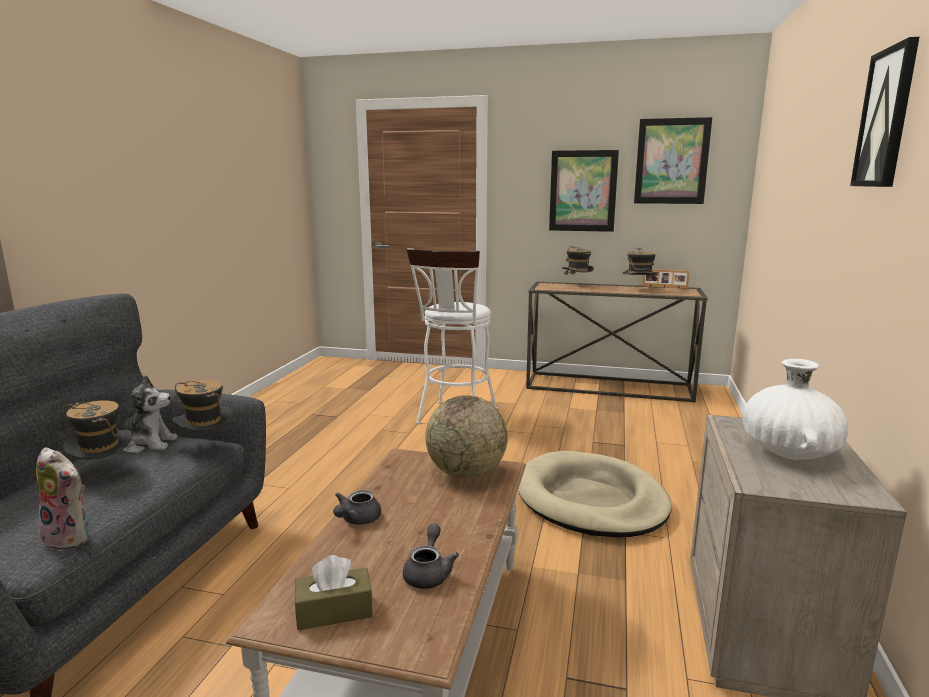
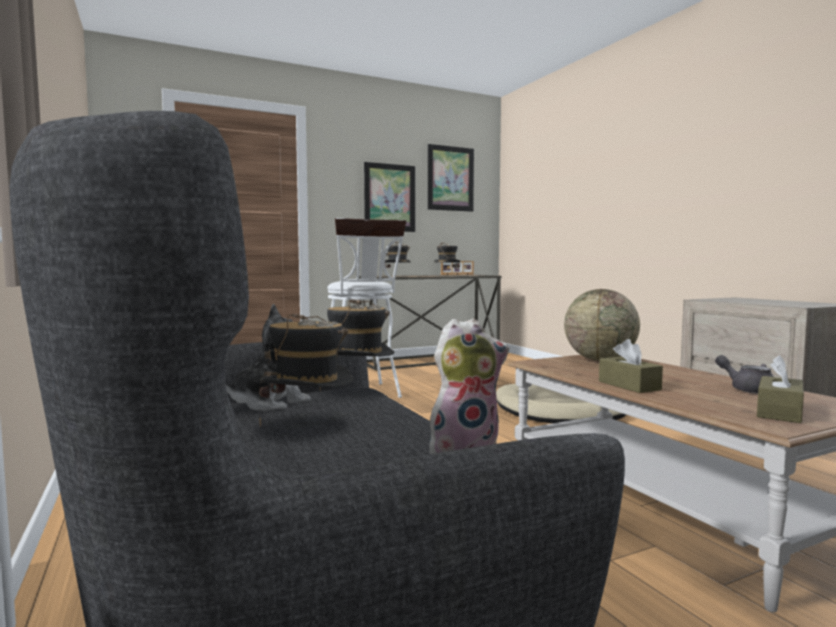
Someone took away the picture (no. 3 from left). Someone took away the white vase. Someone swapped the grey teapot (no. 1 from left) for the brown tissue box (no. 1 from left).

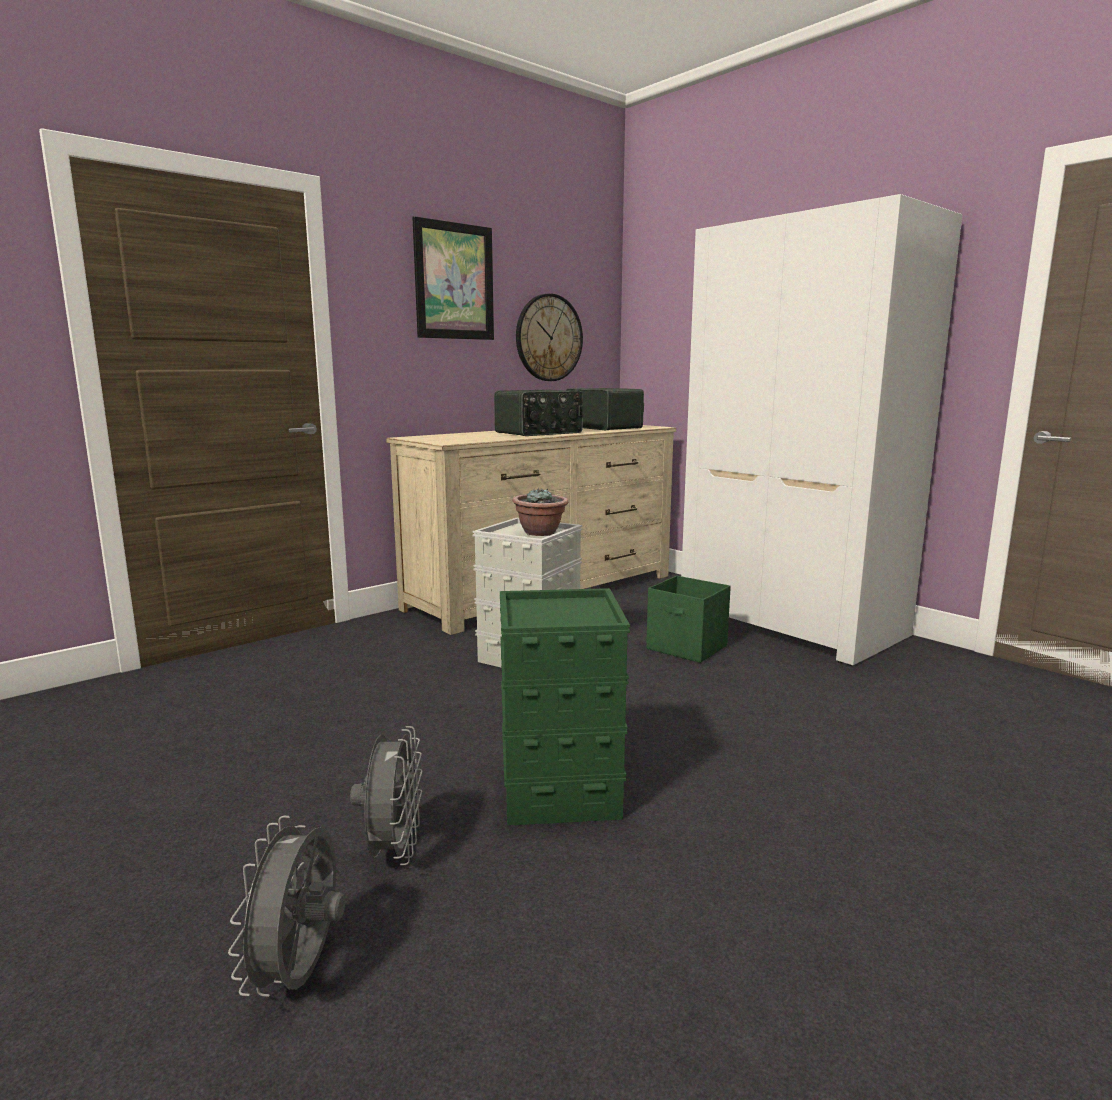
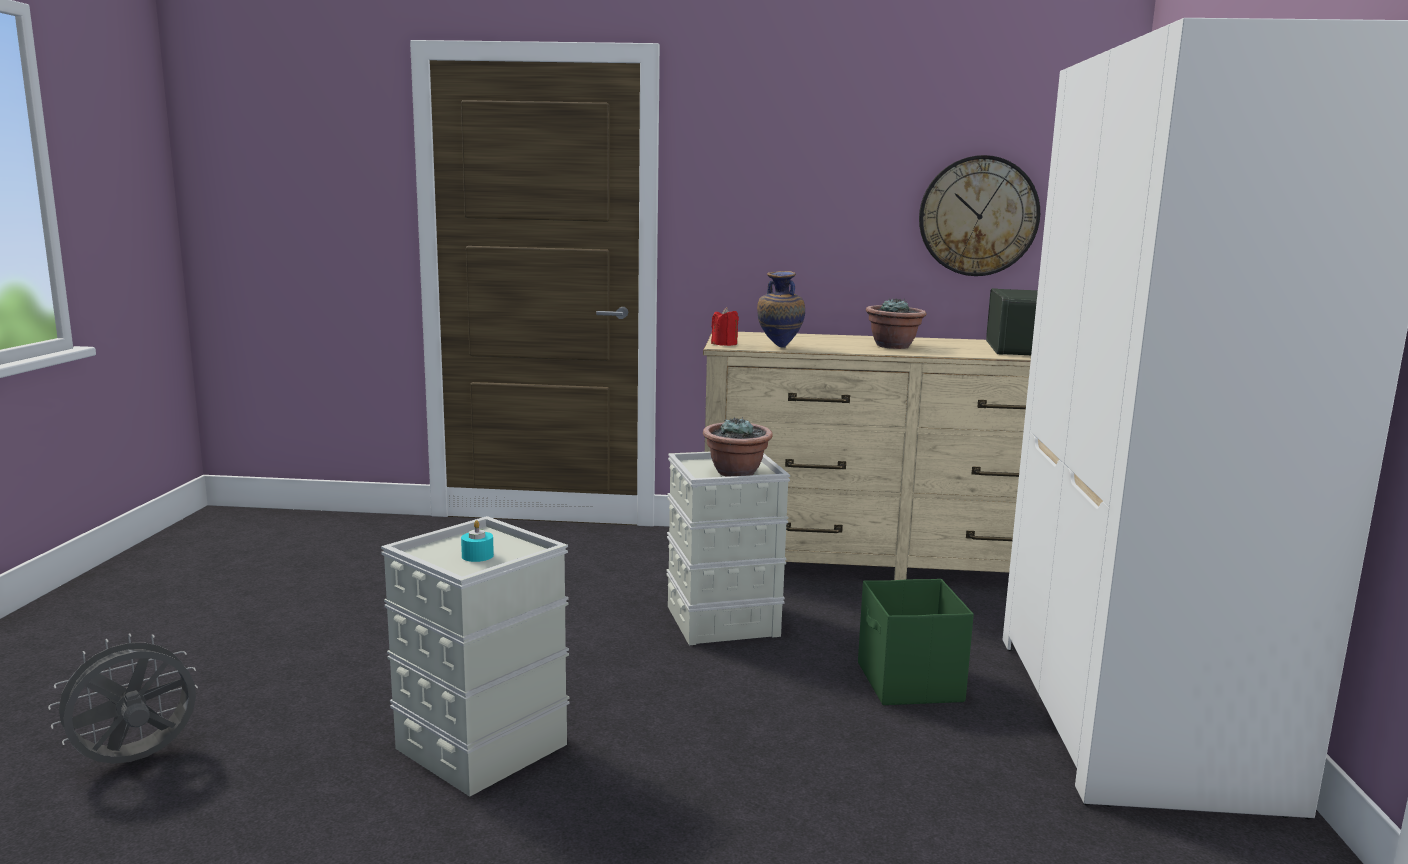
Someone took away the picture. Someone swapped the radio (no. 1 from left) for the potted plant (no. 2 from left). Someone repainted the green storage box (no. 1 from left), which became the grey storage box (no. 1 from left). Someone took away the grey fan (no. 2 from left). Someone put down the vase. Someone put down the red candle. Someone put down the turquoise candle.

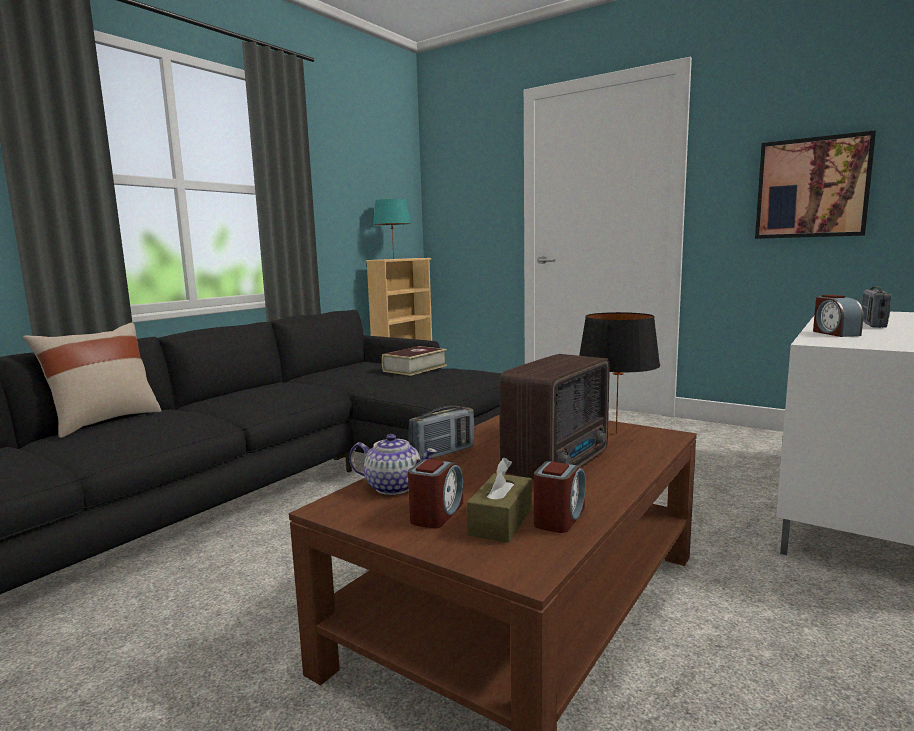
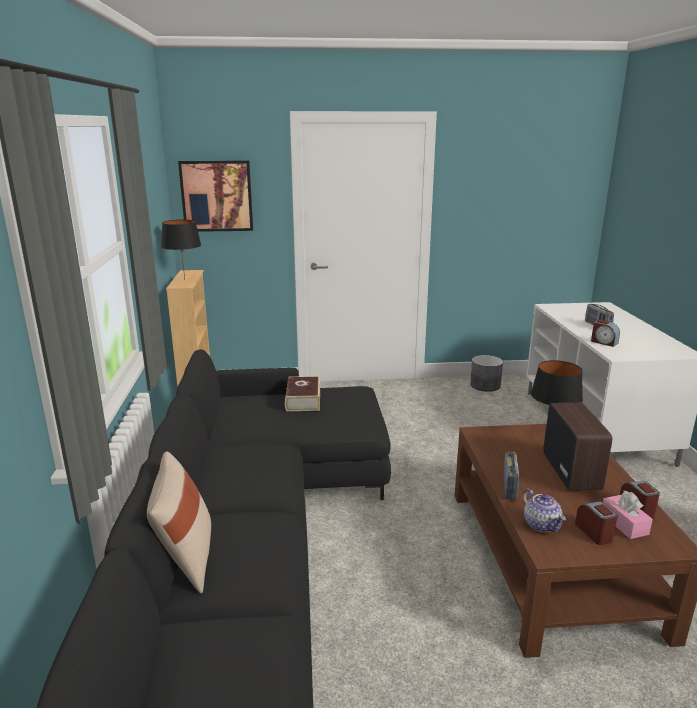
Someone carried the picture. Someone repainted the turquoise table lamp, which became the black table lamp (no. 1 from left). Someone rotated the teapot by 90 degrees clockwise. Someone repainted the brown tissue box, which became the pink tissue box. Someone put down the grey planter.

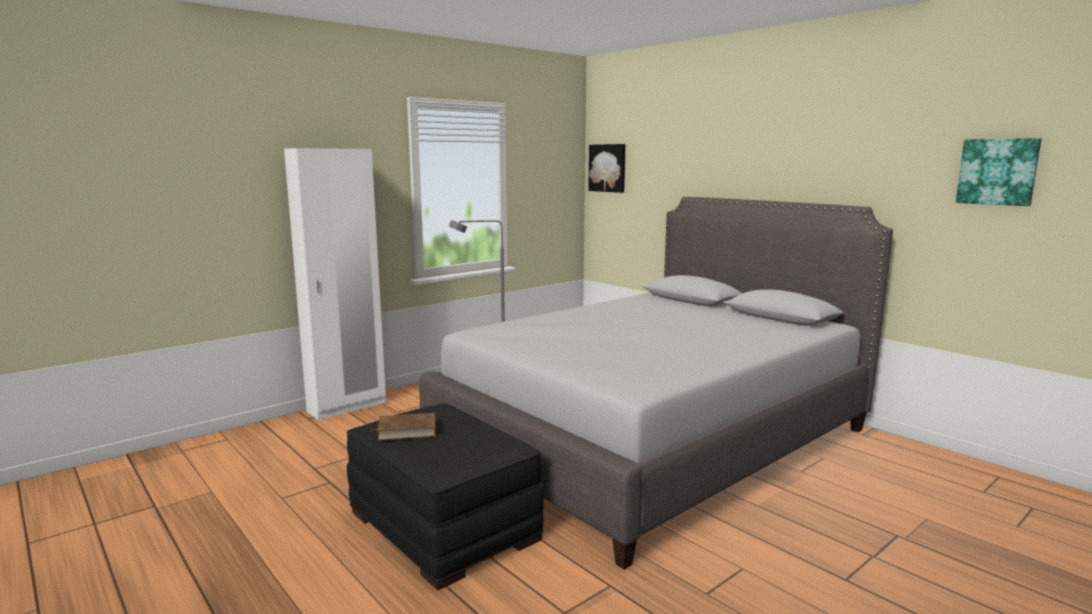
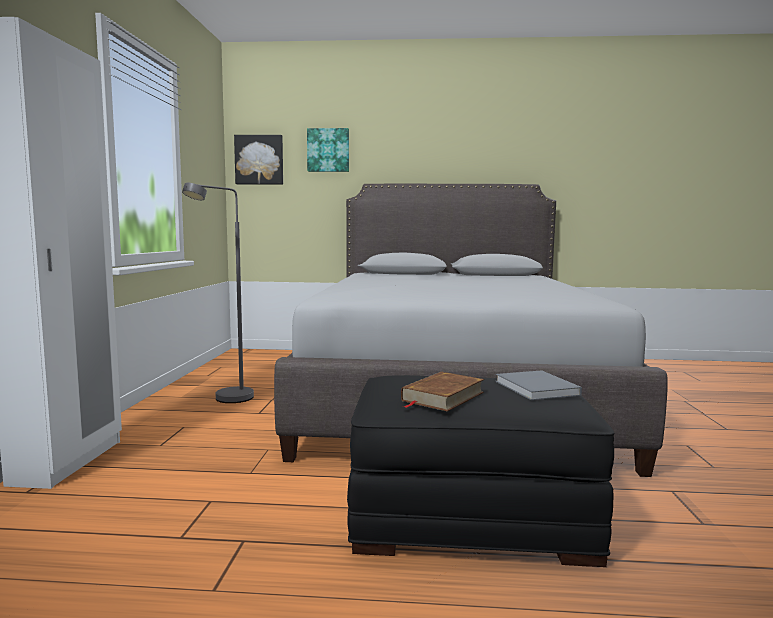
Someone carried the picture (no. 2 from left). Someone put down the grey book.

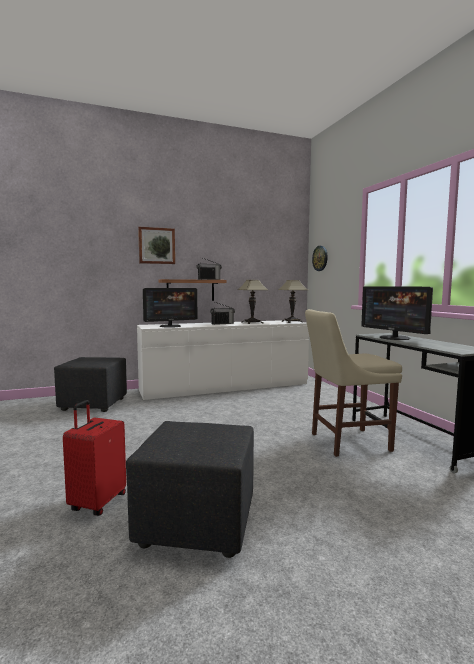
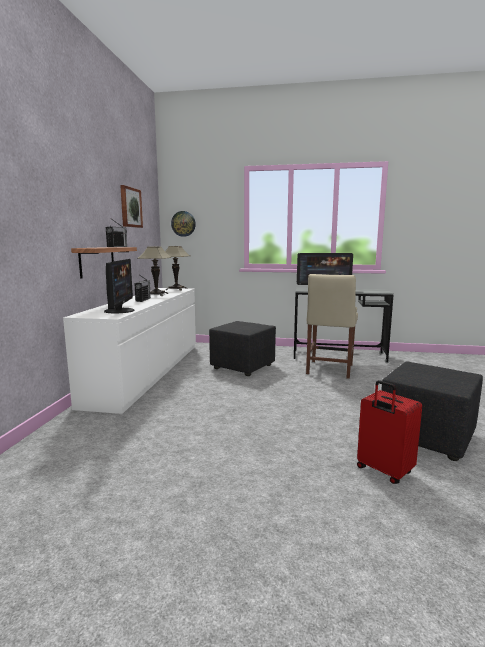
Someone carried the picture. Someone carried the black ottoman (no. 1 from left).

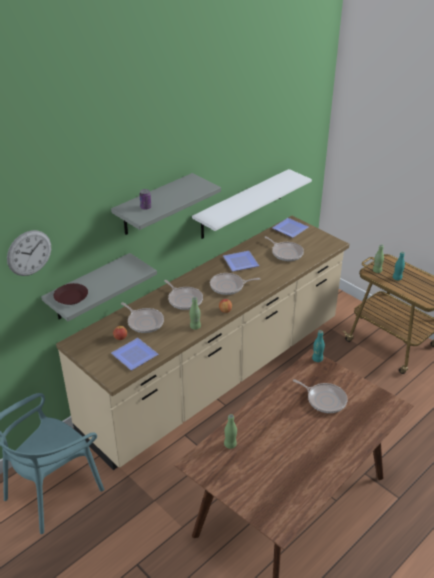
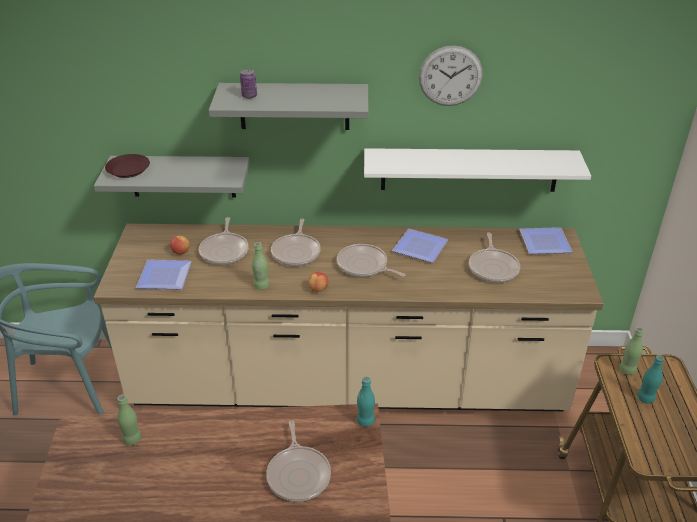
Someone carried the wall clock.

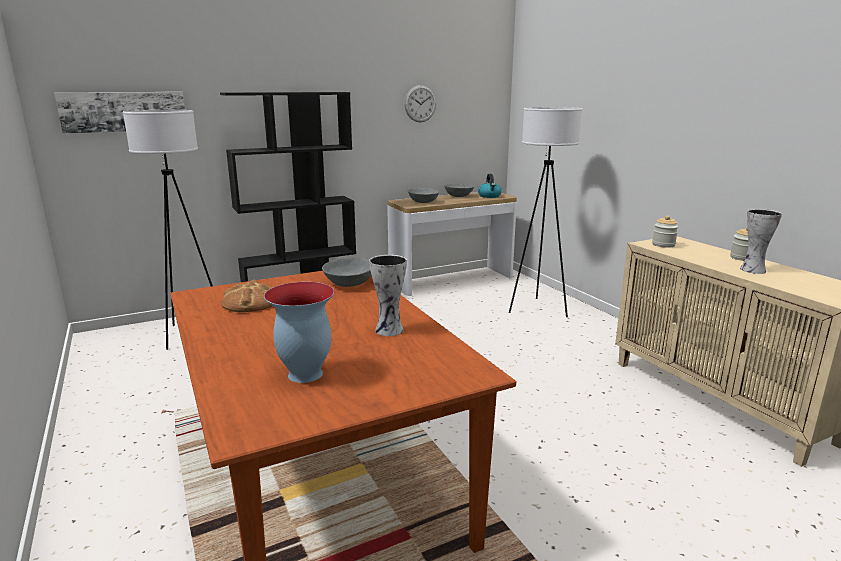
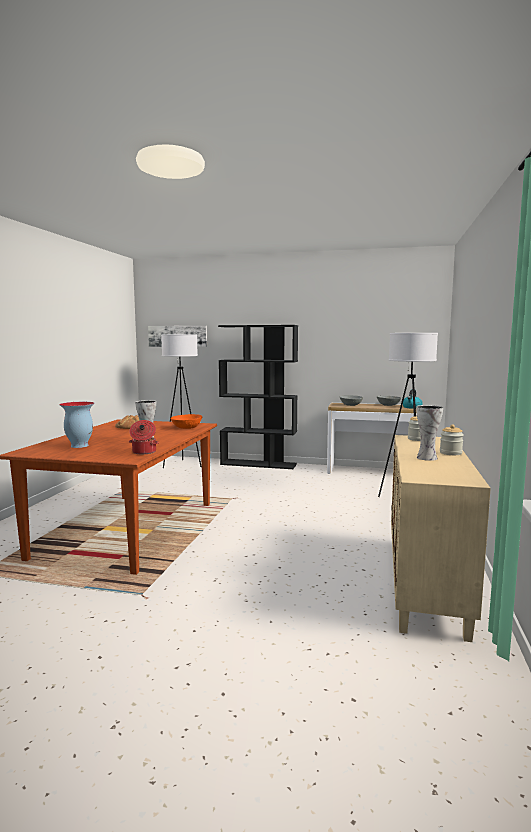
Someone took away the wall clock. Someone repainted the grey bowl (no. 1 from left), which became the orange bowl. Someone put down the cooking pot.

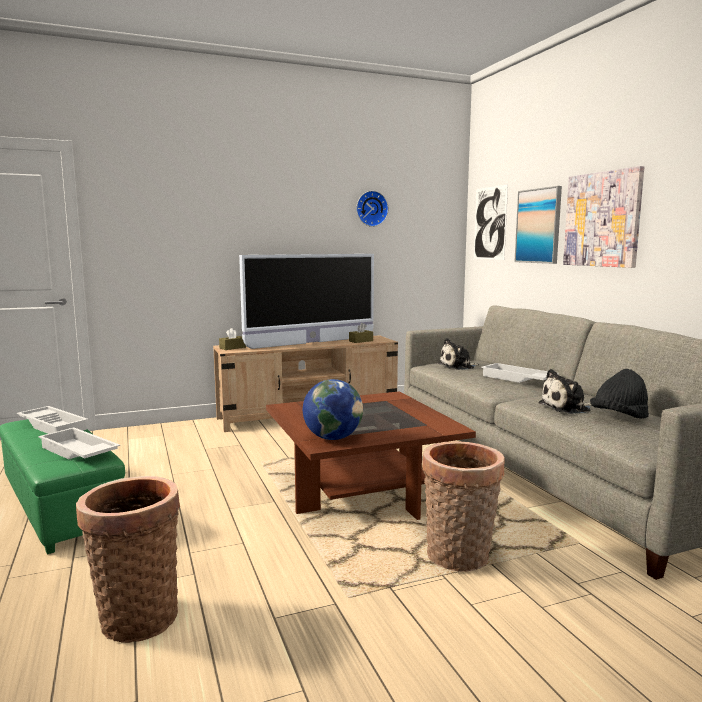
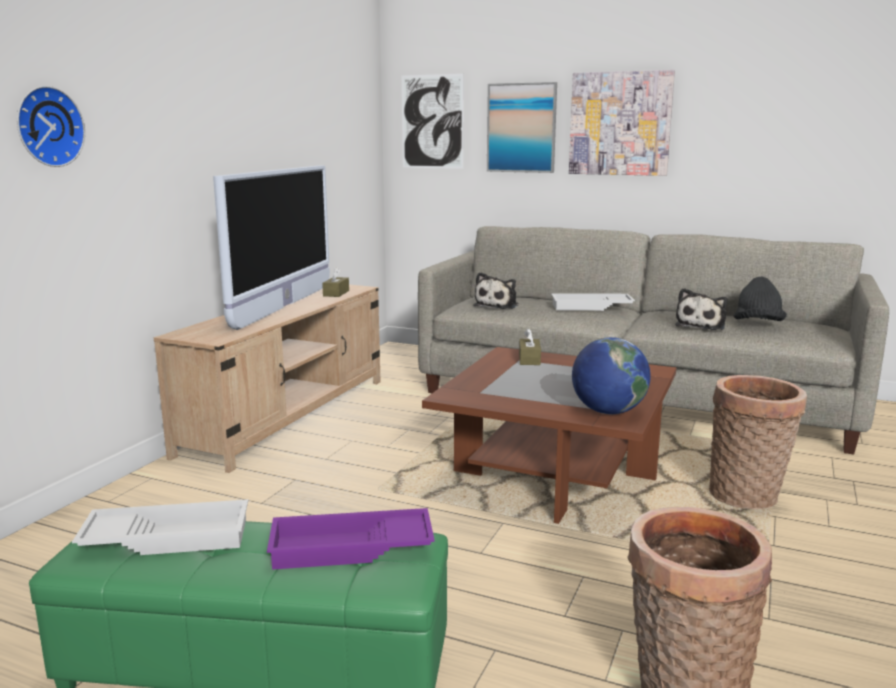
Someone carried the wall clock. Someone carried the brown tissue box (no. 1 from left in the first image). Someone repainted the white tray (no. 2 from left), which became the purple tray.

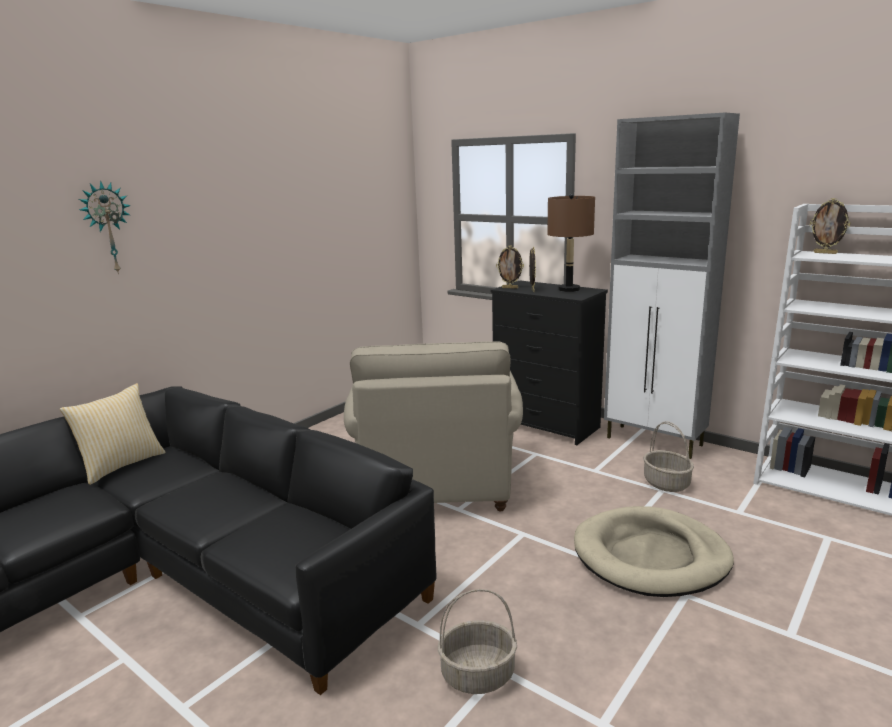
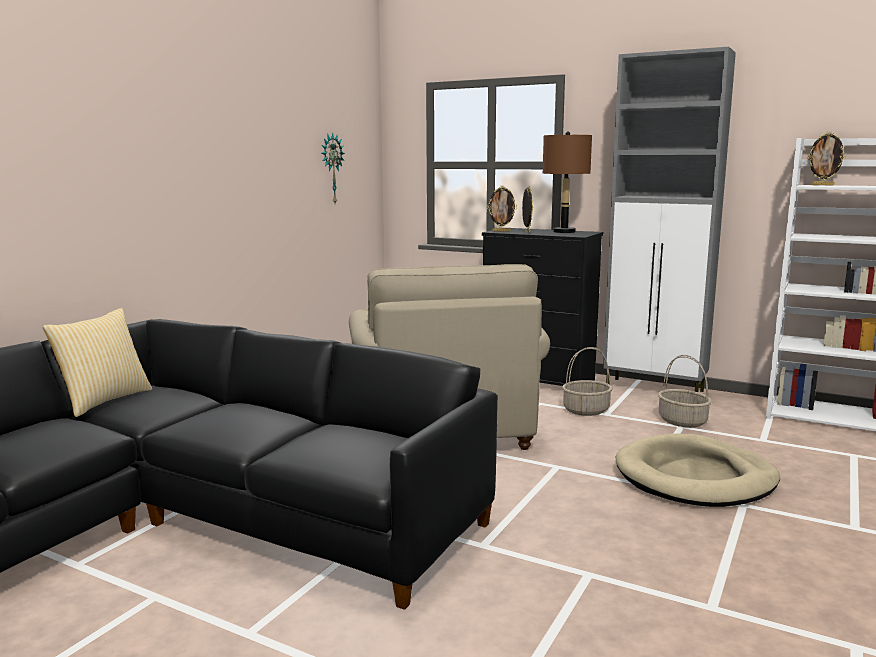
Someone carried the wall clock. Someone carried the basket (no. 1 from left).

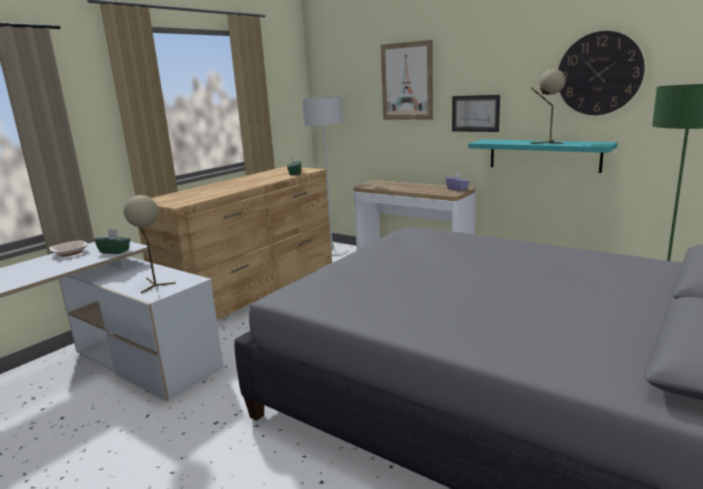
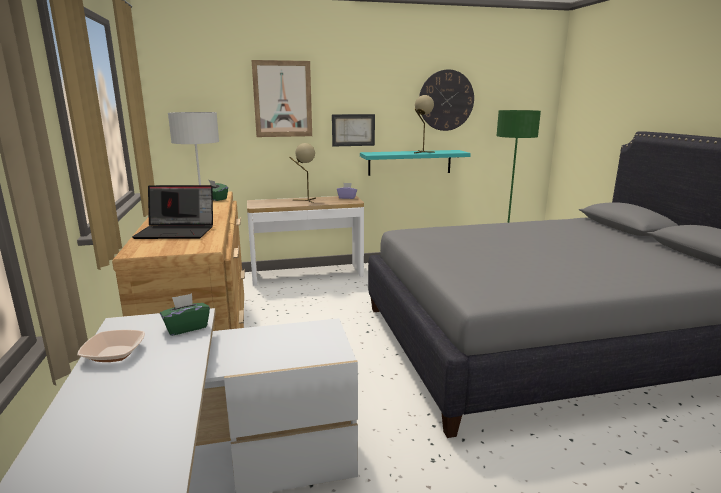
Someone carried the beige table lamp (no. 1 from left). Someone put down the laptop.

